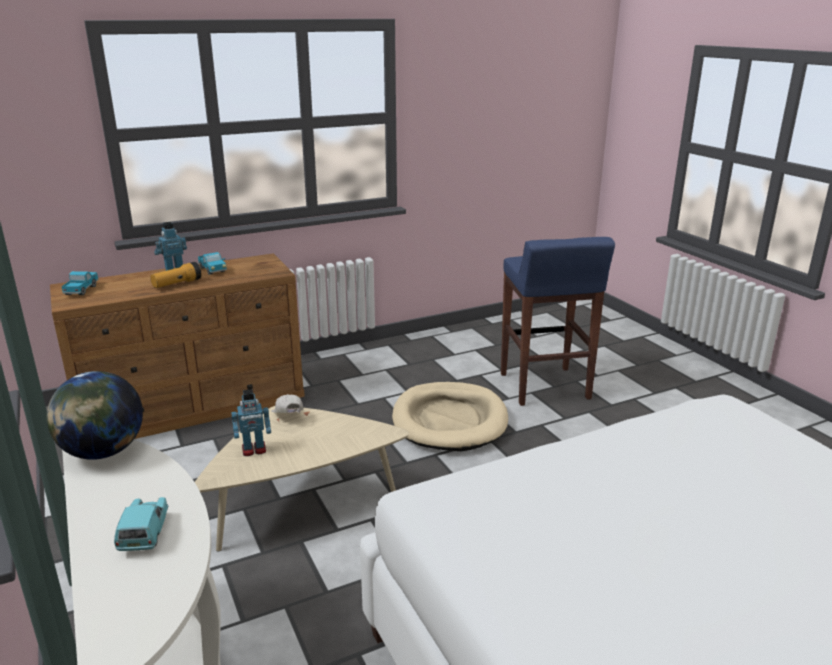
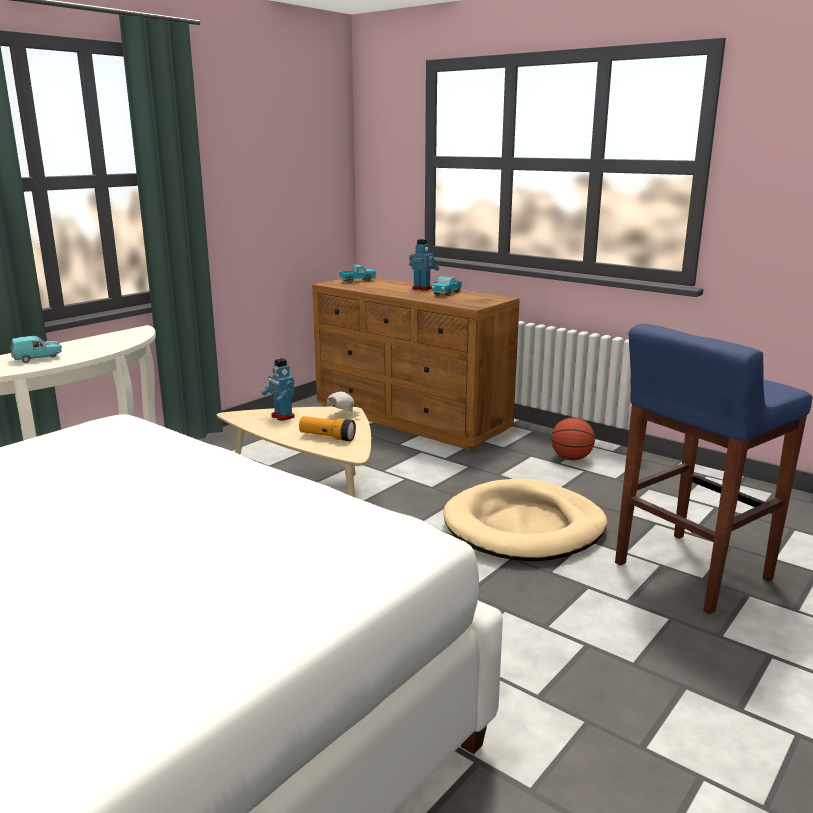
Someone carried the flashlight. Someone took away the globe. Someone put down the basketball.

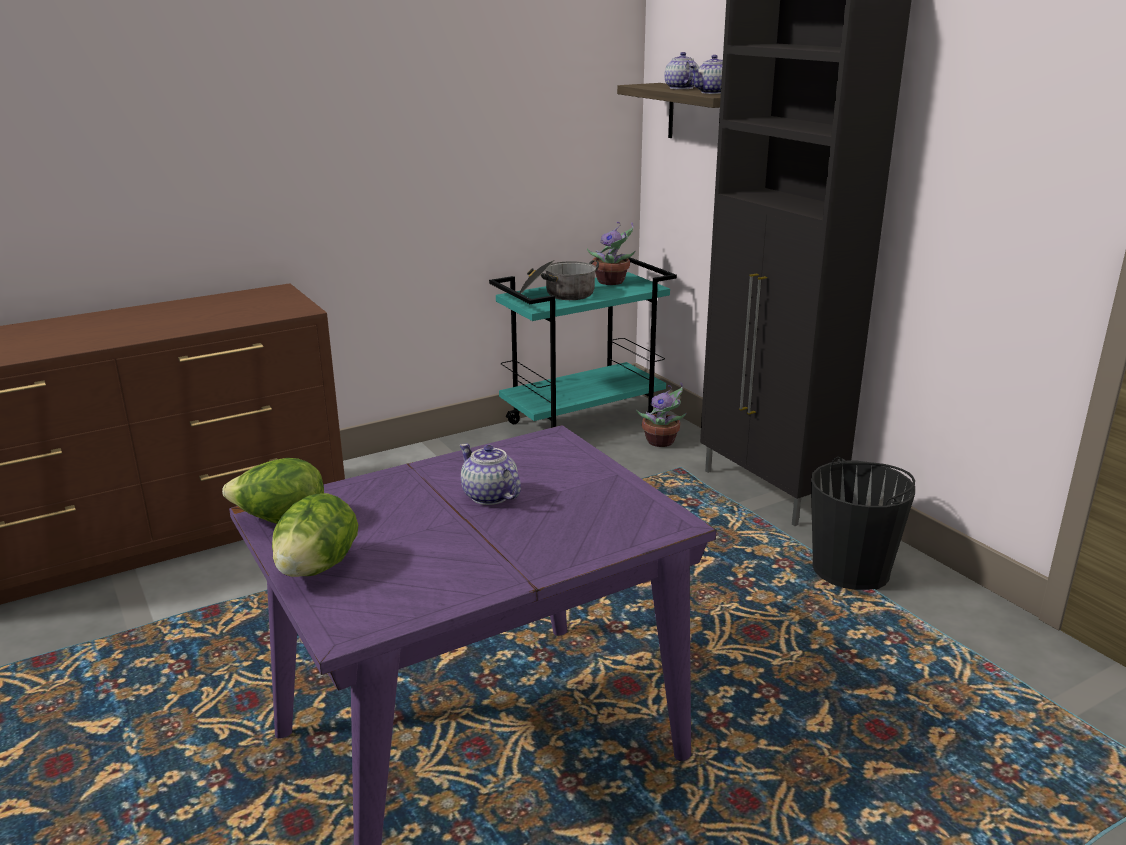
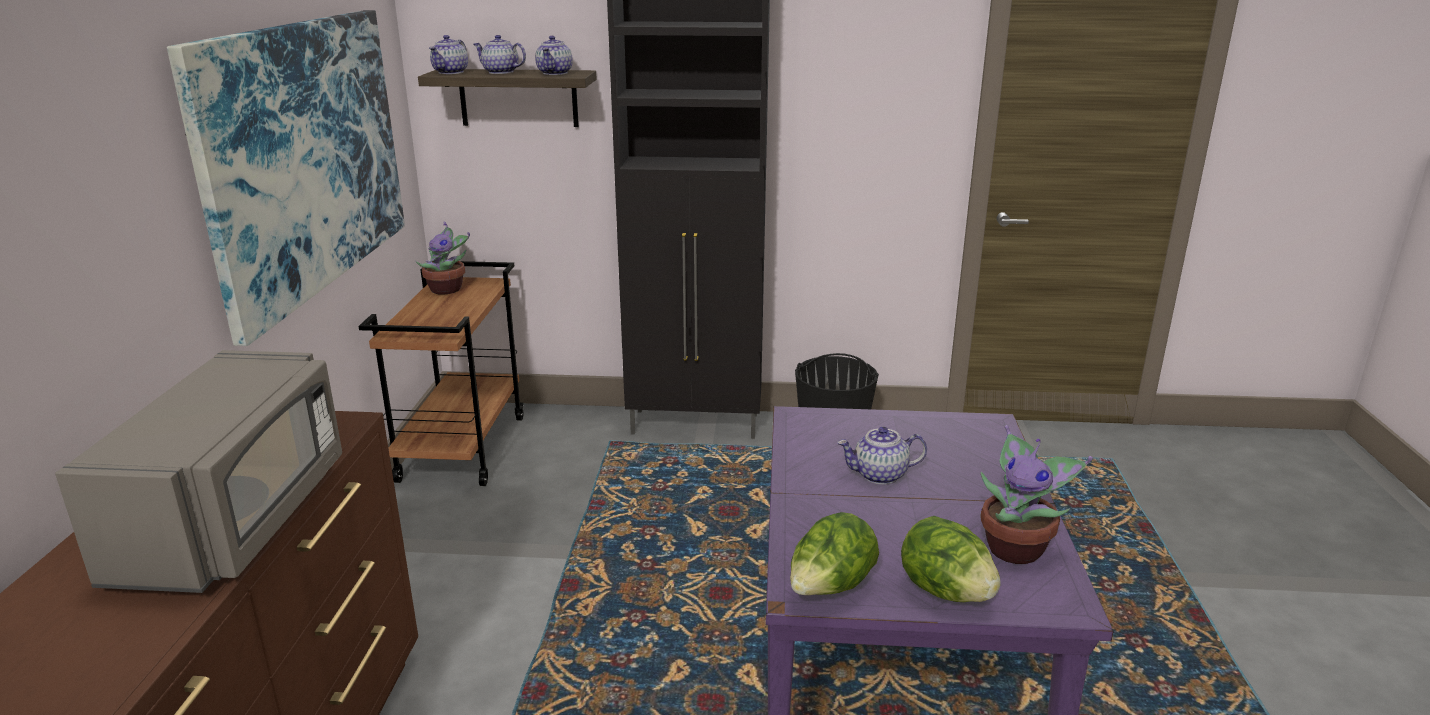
Someone repainted the turquoise cart, which became the brown cart. Someone took away the cooking pot. Someone carried the potted plant (no. 2 from left). Someone put up the picture. Someone put down the teapot (no. 1 from left). Someone put down the grey microwave.

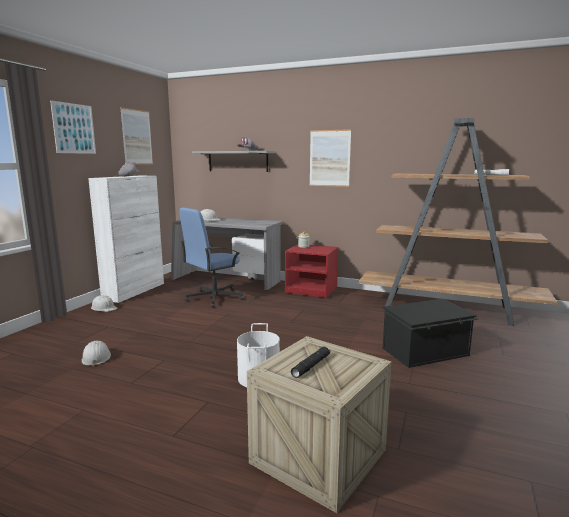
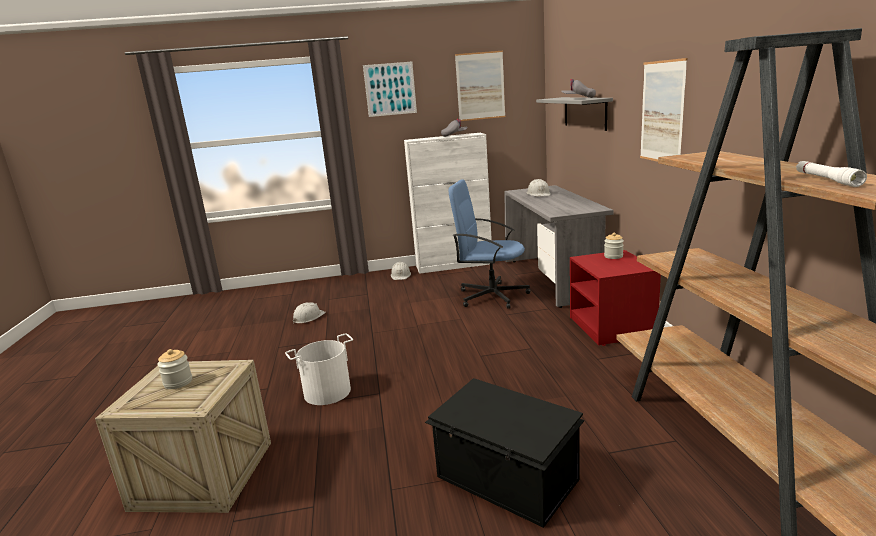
Someone swapped the black flashlight for the jar (no. 1 from left).

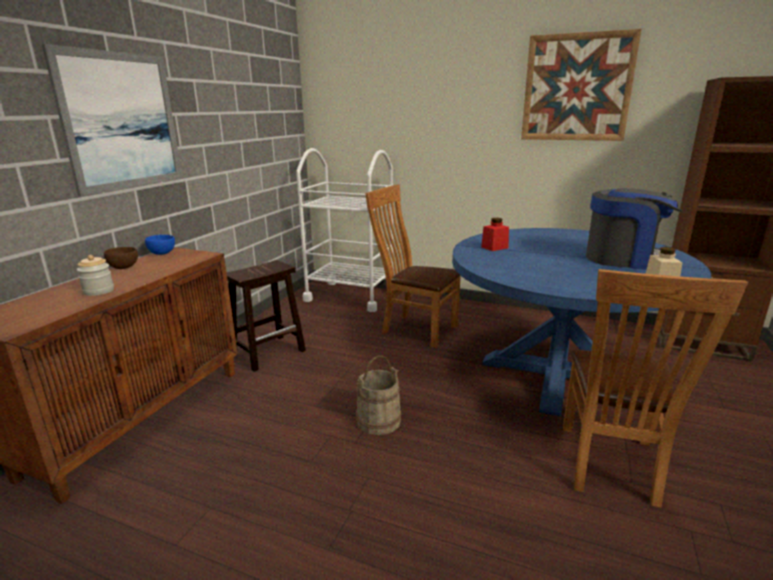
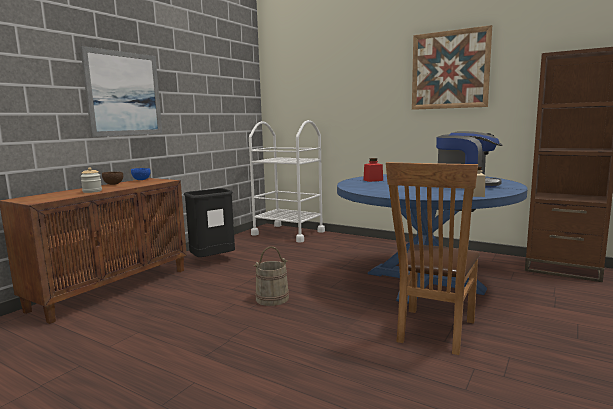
Someone took away the brown chair (no. 1 from left). Someone swapped the brown stool for the black trash can.

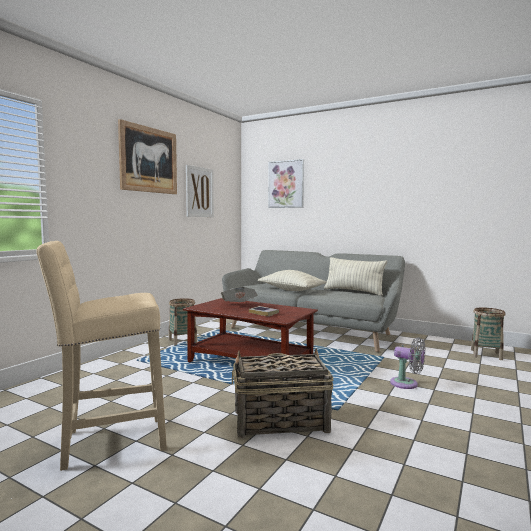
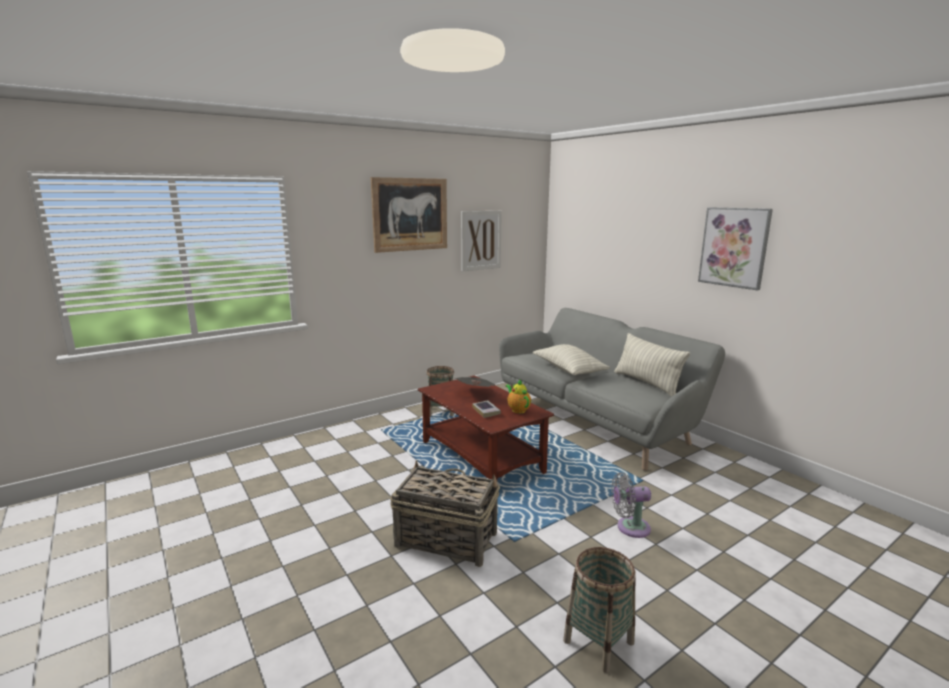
Someone carried the picture (no. 3 from left). Someone took away the beige stool. Someone carried the basket (no. 3 from left). Someone rotated the grey fan by 120 degrees clockwise. Someone put down the teapot.

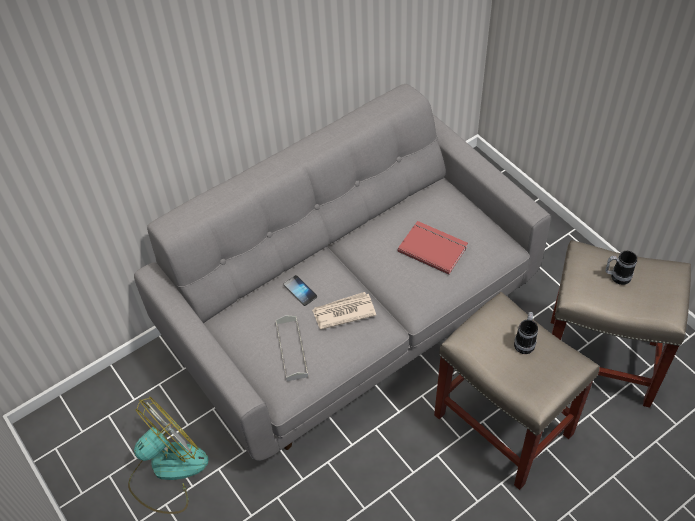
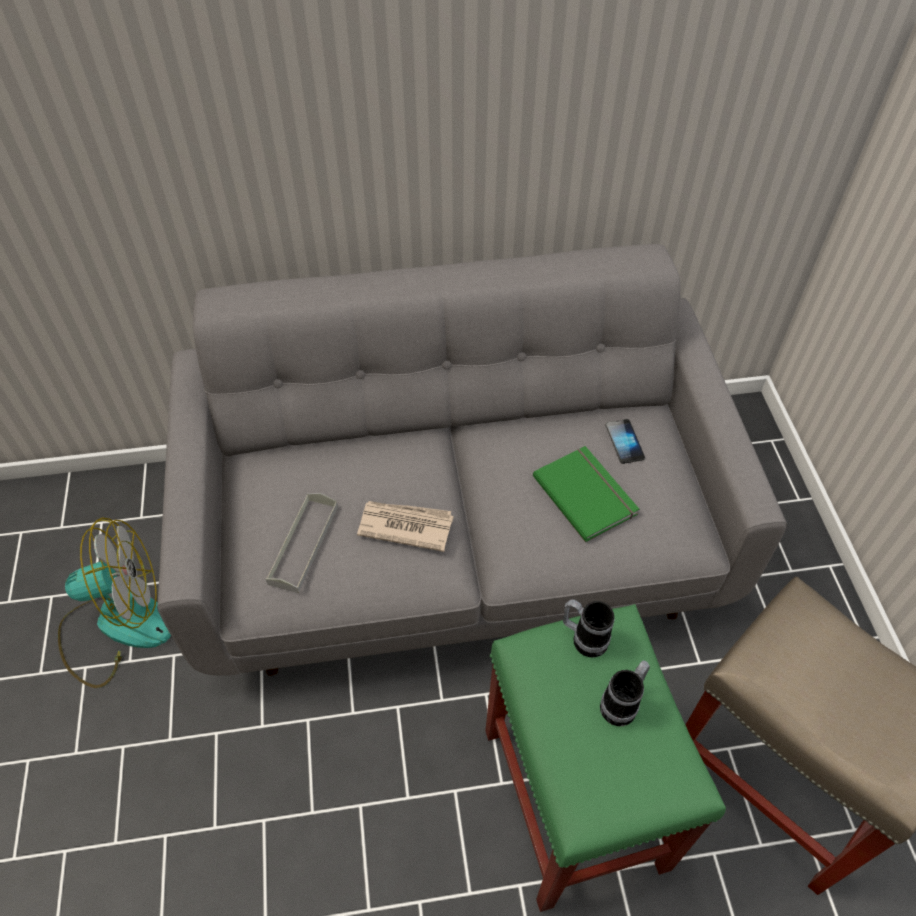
Someone repainted the red book, which became the green book. Someone carried the mug (no. 2 from left in the first image). Someone carried the phone. Someone repainted the beige stool (no. 1 from left), which became the green stool.

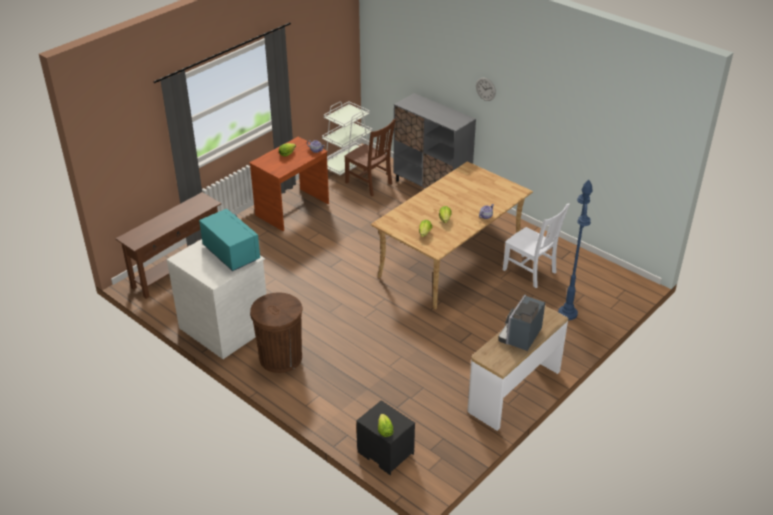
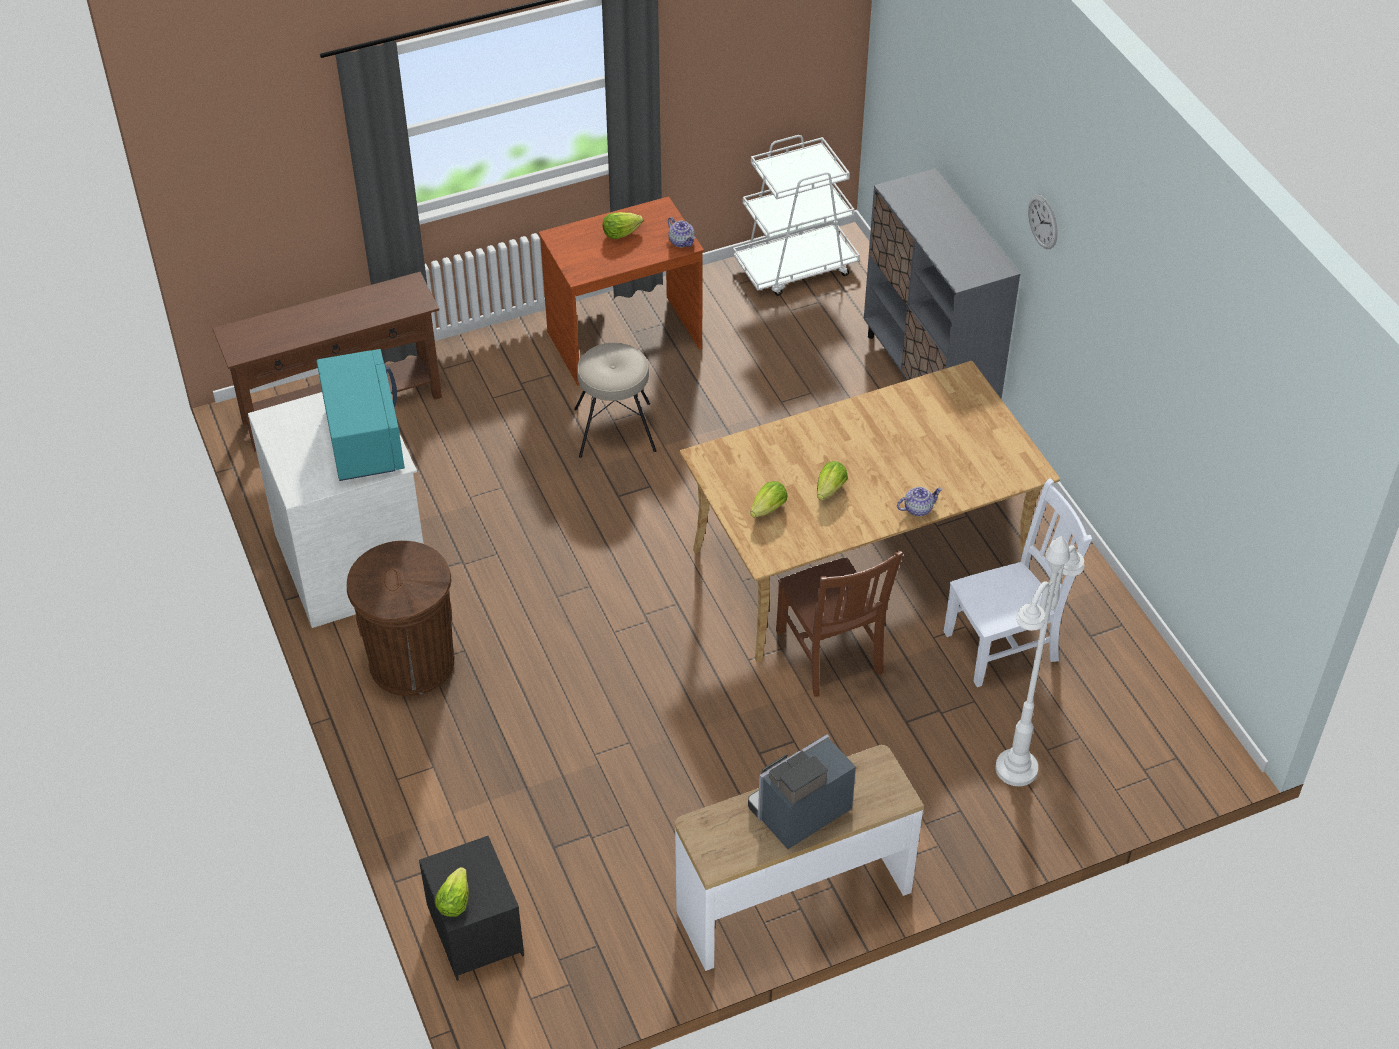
Someone carried the brown chair. Someone repainted the blue floor lamp, which became the white floor lamp. Someone rotated the white chair by 90 degrees counterclockwise. Someone put down the beige stool.

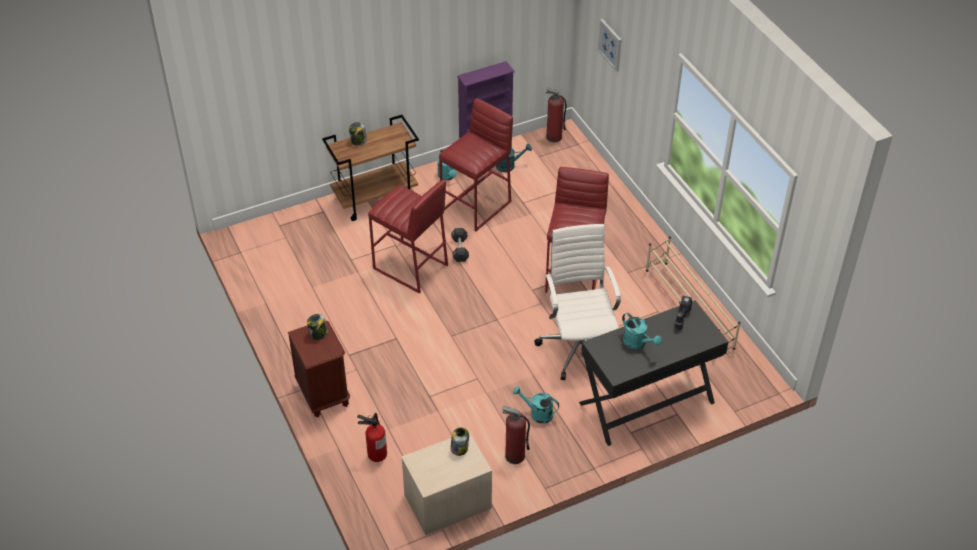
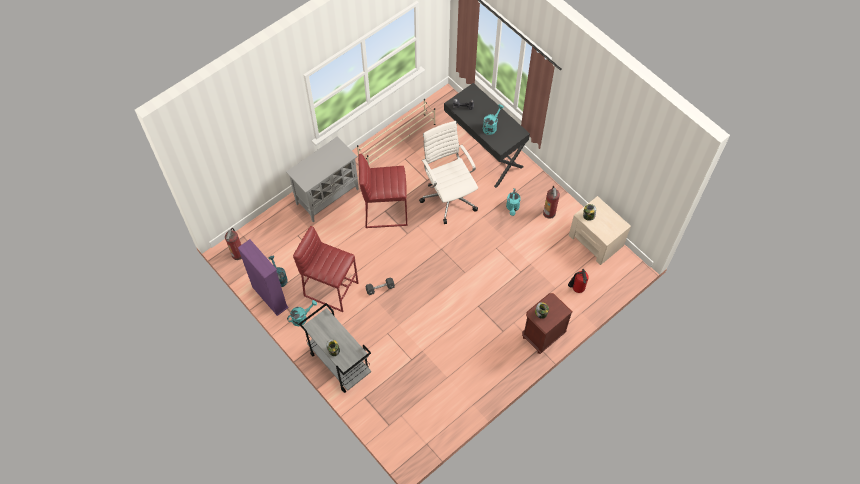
Someone took away the picture. Someone repainted the brown cart, which became the grey cart. Someone took away the red stool (no. 1 from left). Someone rotated the white office chair by 90 degrees clockwise. Someone put down the grey cabinet.

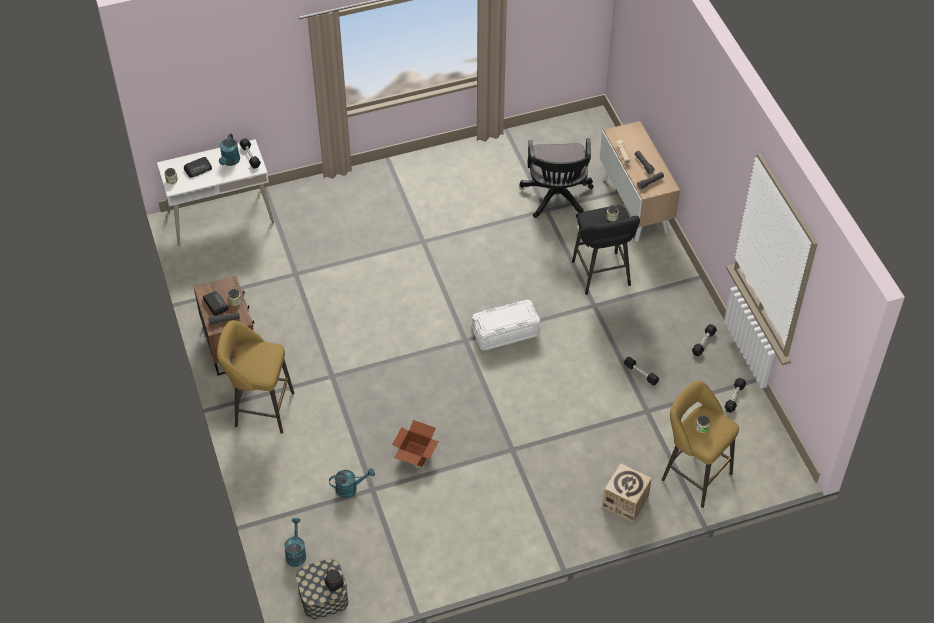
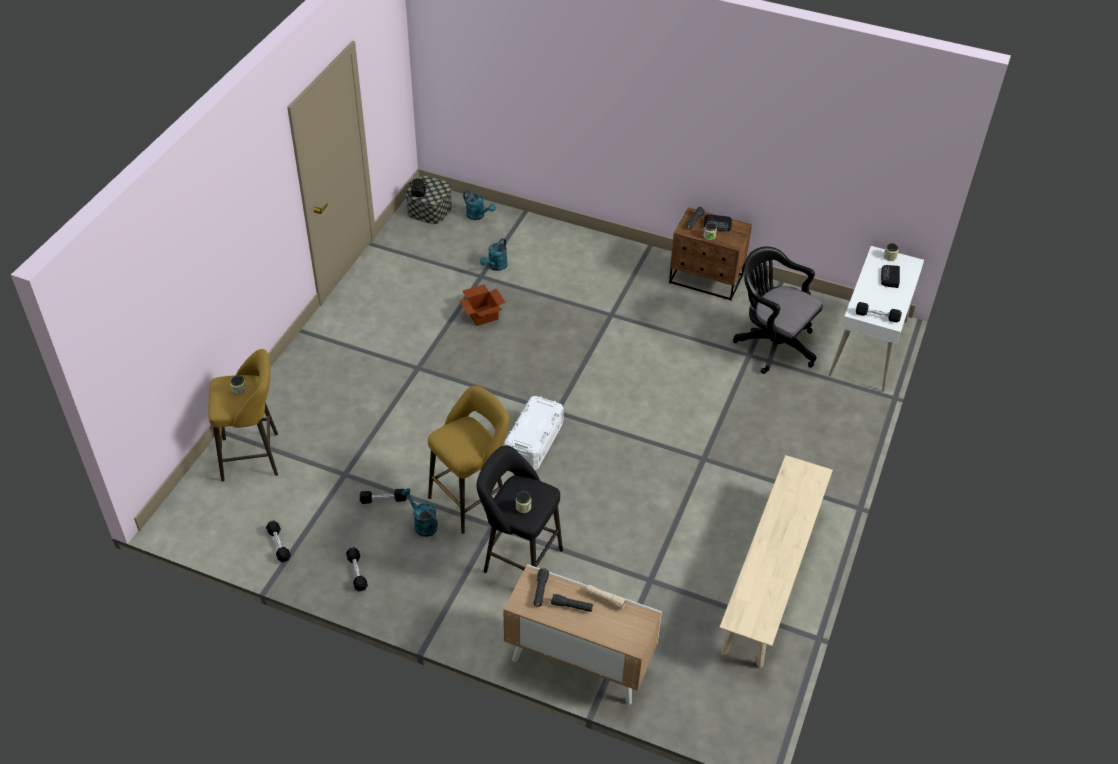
Someone carried the turquoise watering can (no. 1 from left). Someone carried the black office chair. Someone carried the yellow stool (no. 1 from left in the first image). Someone took away the cardboard box (no. 2 from left). Someone put down the beige bench.

